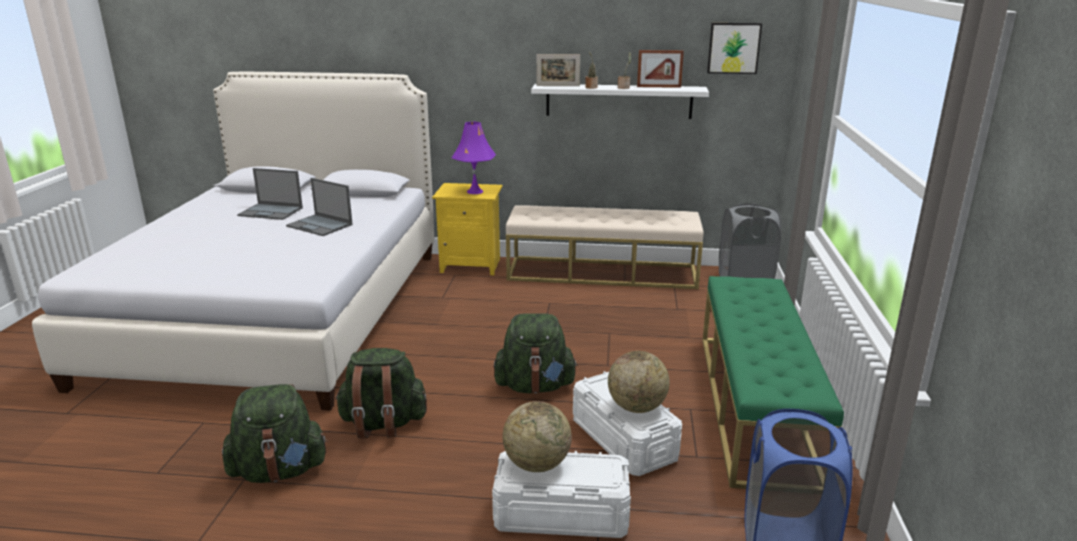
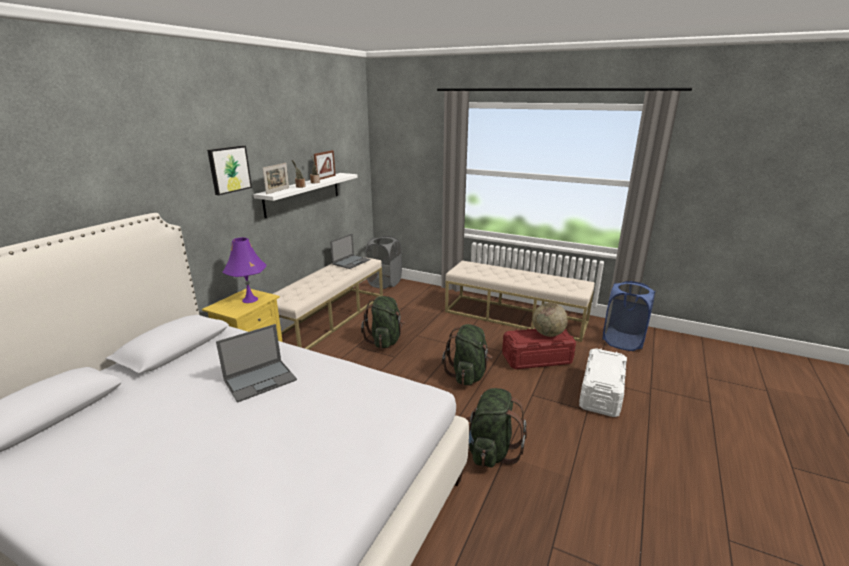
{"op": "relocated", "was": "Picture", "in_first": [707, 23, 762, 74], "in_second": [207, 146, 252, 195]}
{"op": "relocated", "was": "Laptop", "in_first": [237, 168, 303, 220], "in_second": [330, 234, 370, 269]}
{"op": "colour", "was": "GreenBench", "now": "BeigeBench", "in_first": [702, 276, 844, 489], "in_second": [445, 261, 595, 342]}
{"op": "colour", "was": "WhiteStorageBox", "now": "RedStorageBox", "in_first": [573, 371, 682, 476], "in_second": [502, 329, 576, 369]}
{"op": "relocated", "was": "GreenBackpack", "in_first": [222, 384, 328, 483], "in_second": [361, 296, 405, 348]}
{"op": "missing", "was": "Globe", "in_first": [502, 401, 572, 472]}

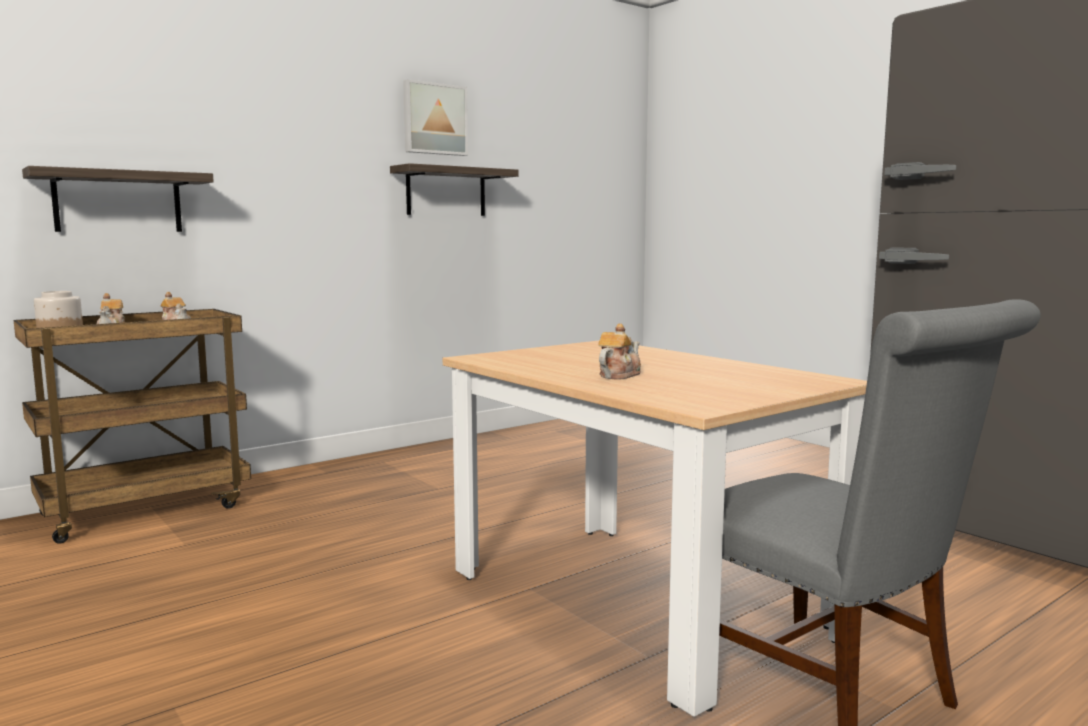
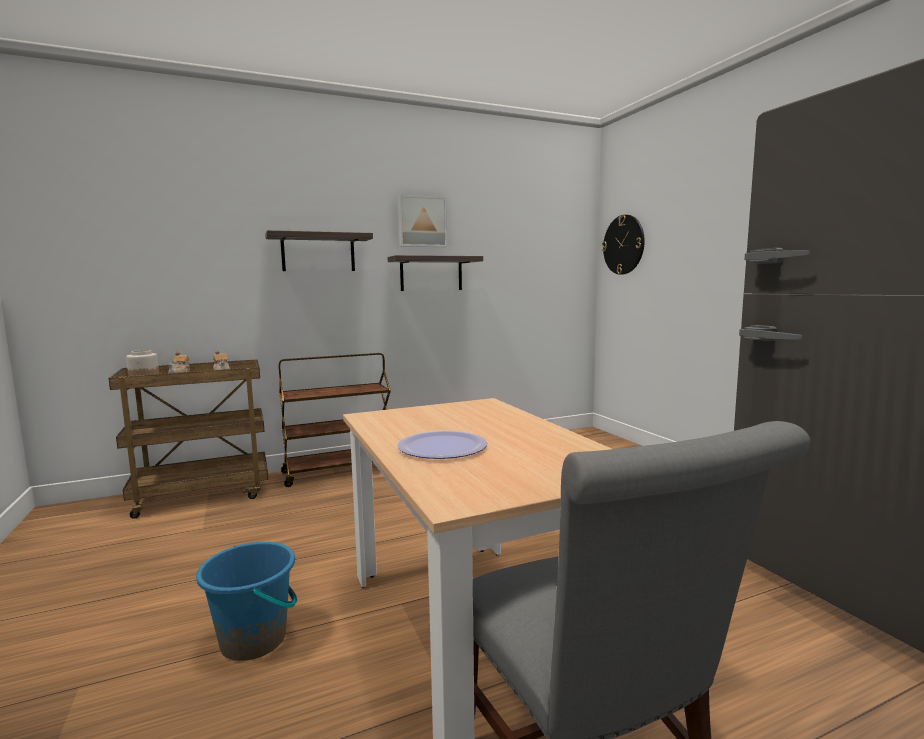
{"op": "relocated", "was": "Shelf", "in_first": [22, 166, 214, 232], "in_second": [265, 230, 373, 271]}
{"op": "exchanged", "was": "Teapot", "now": "Plate", "in_first": [598, 324, 641, 380], "in_second": [397, 431, 487, 459]}
{"op": "appeared", "now": "WallClock", "in_second": [602, 215, 645, 275]}
{"op": "appeared", "now": "BrownCart", "in_second": [279, 353, 391, 487]}
{"op": "appeared", "now": "BlueBucket", "in_second": [196, 542, 297, 661]}

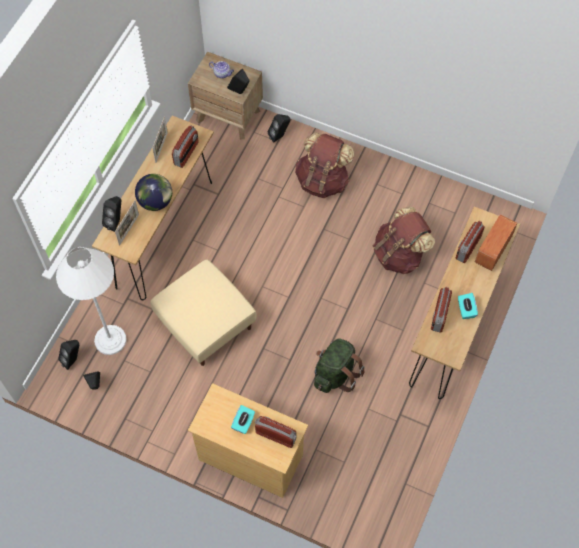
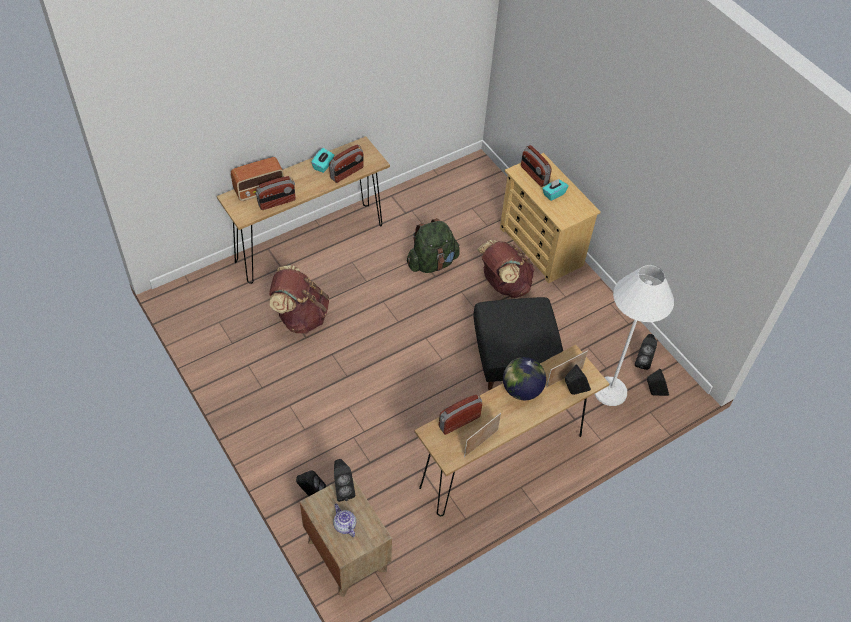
{"op": "relocated", "was": "BrownBackpack", "in_first": [295, 132, 354, 198], "in_second": [477, 240, 535, 298]}
{"op": "colour", "was": "BeigeOttoman", "now": "BlackOttoman", "in_first": [150, 259, 256, 366], "in_second": [473, 297, 563, 390]}

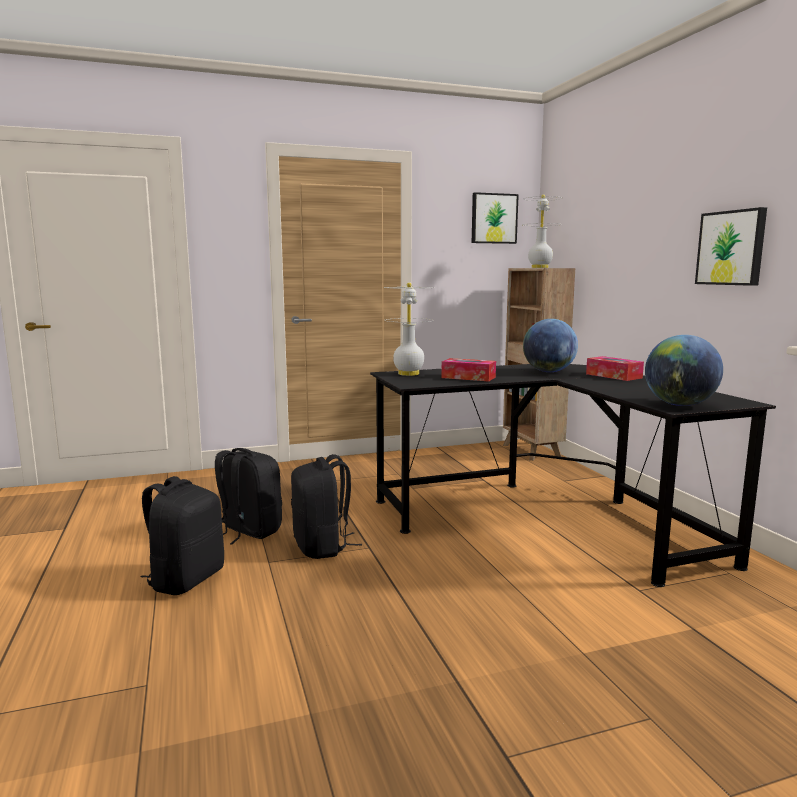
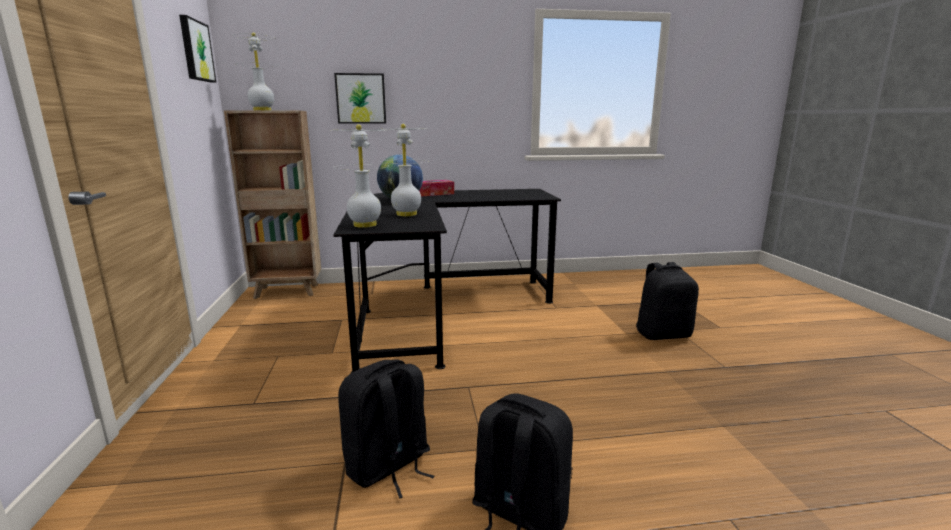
{"op": "relocated", "was": "Picture", "in_first": [695, 207, 767, 286], "in_second": [334, 73, 386, 123]}
{"op": "missing", "was": "Globe", "in_first": [645, 335, 723, 406]}
{"op": "exchanged", "was": "TissueBox", "now": "WhiteTableLamp", "in_first": [441, 358, 496, 381], "in_second": [380, 124, 427, 216]}
{"op": "relocated", "was": "BlackBackpack", "in_first": [291, 454, 362, 559], "in_second": [636, 262, 699, 340]}

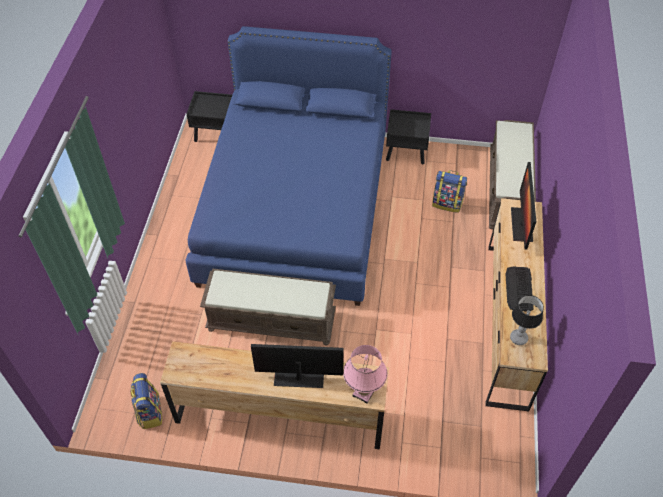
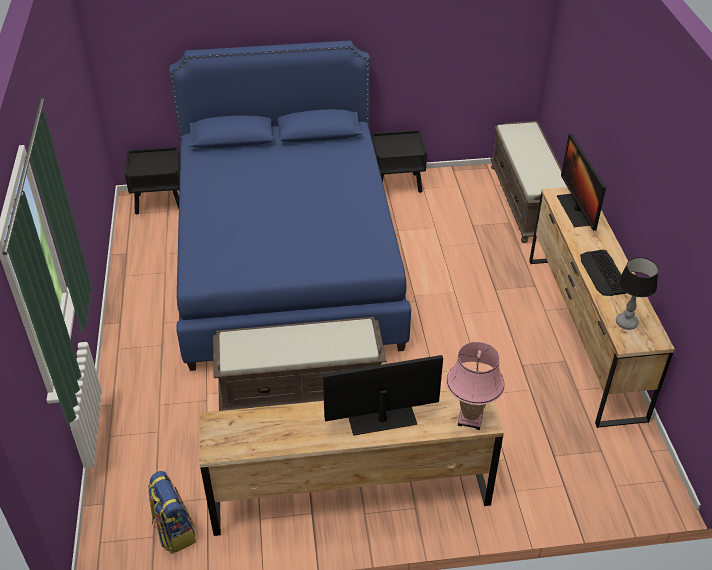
{"op": "missing", "was": "Backpack", "in_first": [432, 170, 467, 213]}

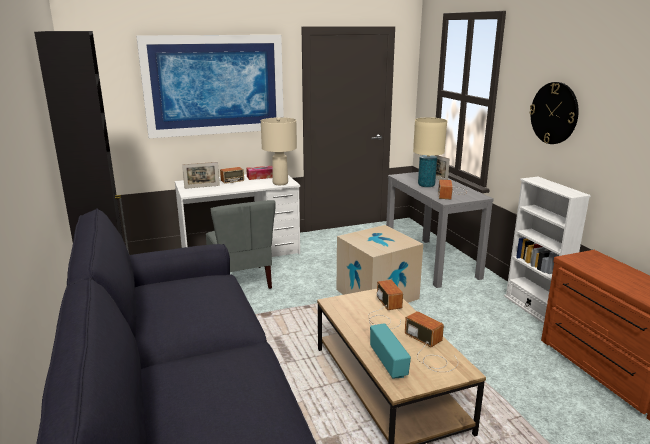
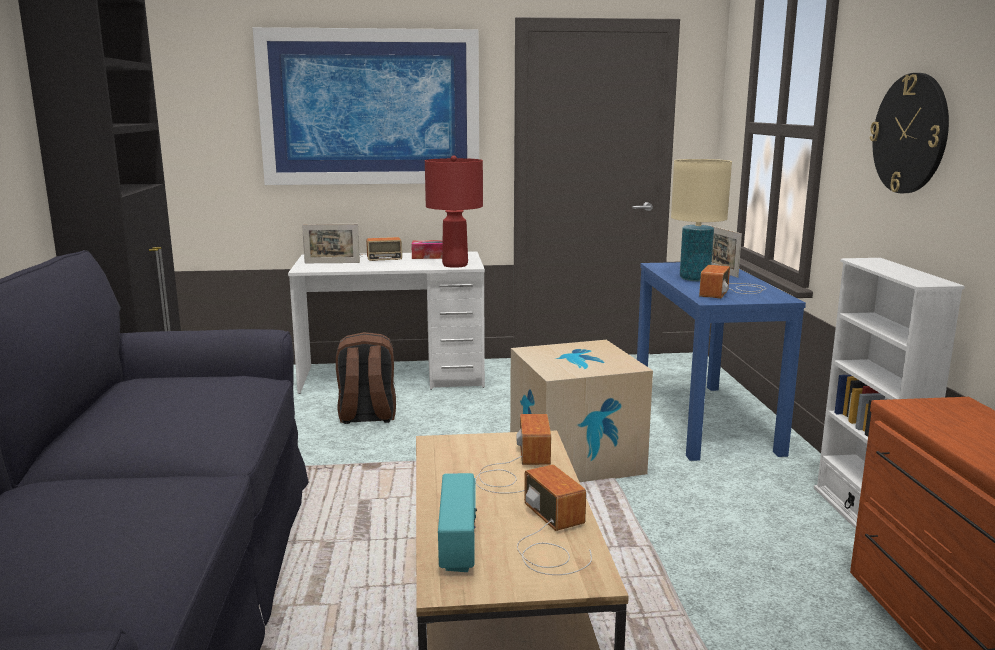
{"op": "colour", "was": "BeigeTableLamp", "now": "RedTableLamp", "in_first": [261, 117, 297, 185], "in_second": [425, 156, 483, 268]}
{"op": "colour", "was": "GreyConsoleTable", "now": "BlueConsoleTable", "in_first": [386, 172, 494, 288], "in_second": [637, 262, 806, 461]}
{"op": "exchanged", "was": "GreyChair", "now": "BrownBackpack", "in_first": [206, 200, 276, 289], "in_second": [336, 332, 396, 424]}

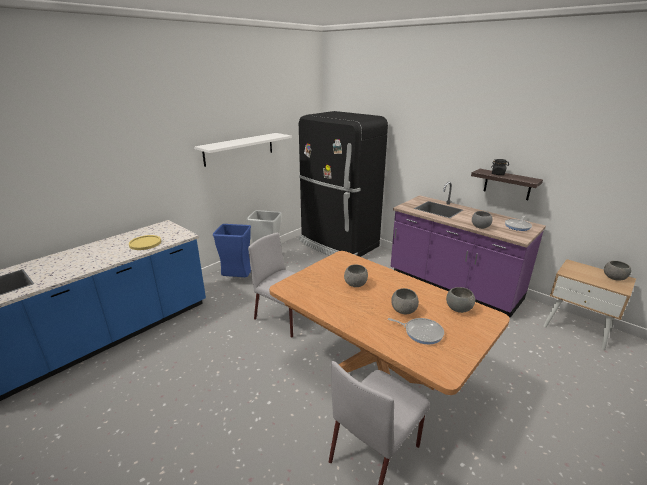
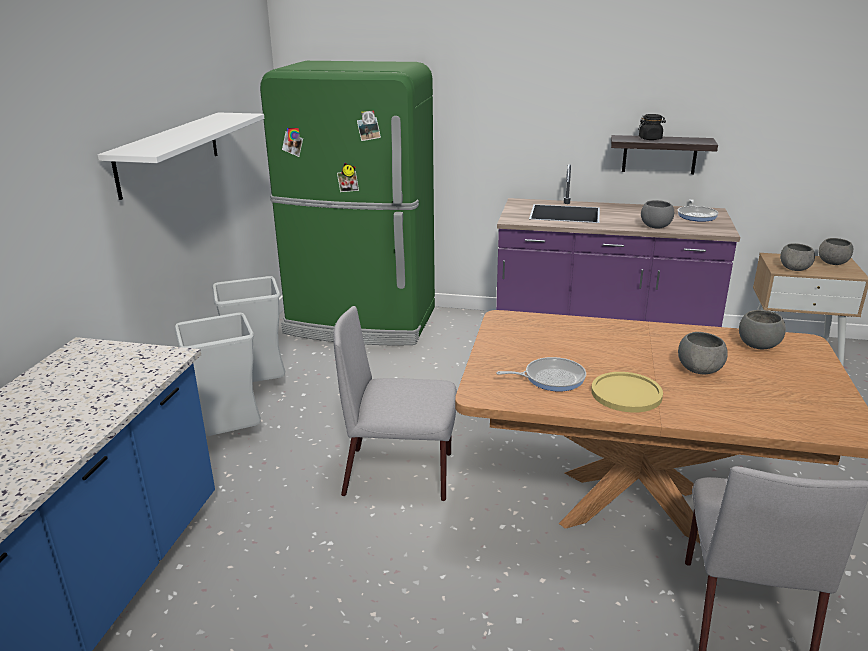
{"op": "colour", "was": "BlackFridge", "now": "GreenFridge", "in_first": [299, 111, 388, 257], "in_second": [260, 61, 435, 346]}
{"op": "colour", "was": "BlueTrashCan", "now": "GreyTrashCan", "in_first": [213, 224, 251, 277], "in_second": [174, 313, 261, 437]}
{"op": "relocated", "was": "YellowPlate", "in_first": [129, 235, 161, 250], "in_second": [591, 372, 663, 412]}
{"op": "relocated", "was": "GreyBowl", "in_first": [344, 265, 368, 287], "in_second": [780, 243, 815, 271]}
{"op": "relocated", "was": "FryingPan", "in_first": [388, 318, 444, 344], "in_second": [496, 357, 586, 392]}

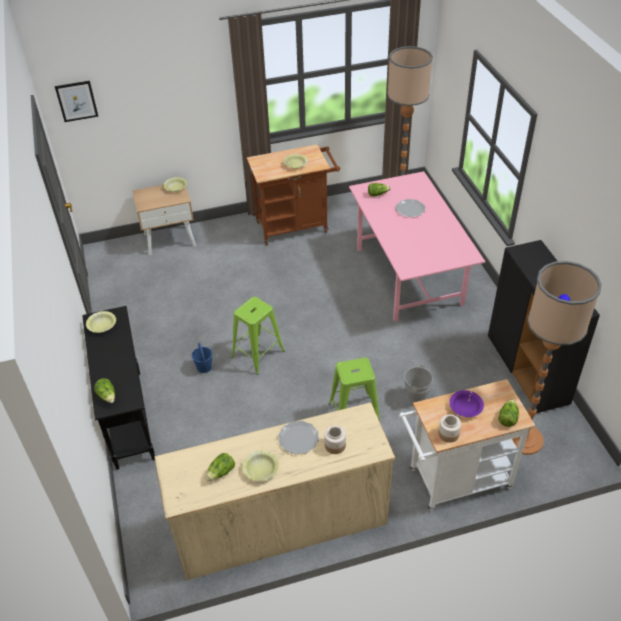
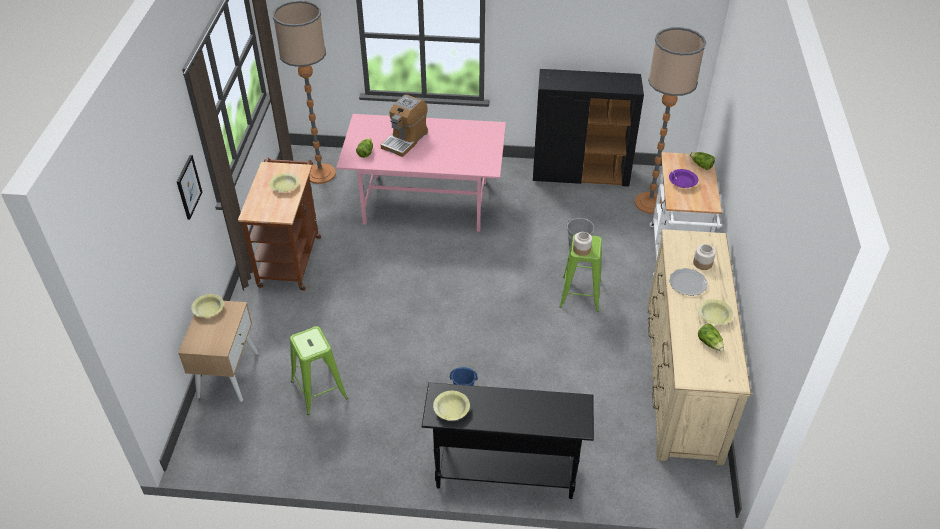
{"op": "relocated", "was": "Picture", "in_first": [55, 81, 99, 122], "in_second": [177, 155, 202, 220]}
{"op": "exchanged", "was": "Plate", "now": "CoffeeMachine", "in_first": [396, 199, 425, 217], "in_second": [381, 94, 428, 157]}
{"op": "relocated", "was": "GreenStool", "in_first": [231, 297, 285, 375], "in_second": [290, 326, 348, 415]}
{"op": "missing", "was": "Lettuce", "in_first": [94, 378, 115, 403]}
{"op": "relocated", "was": "Jar", "in_first": [438, 414, 461, 443], "in_second": [573, 232, 592, 256]}

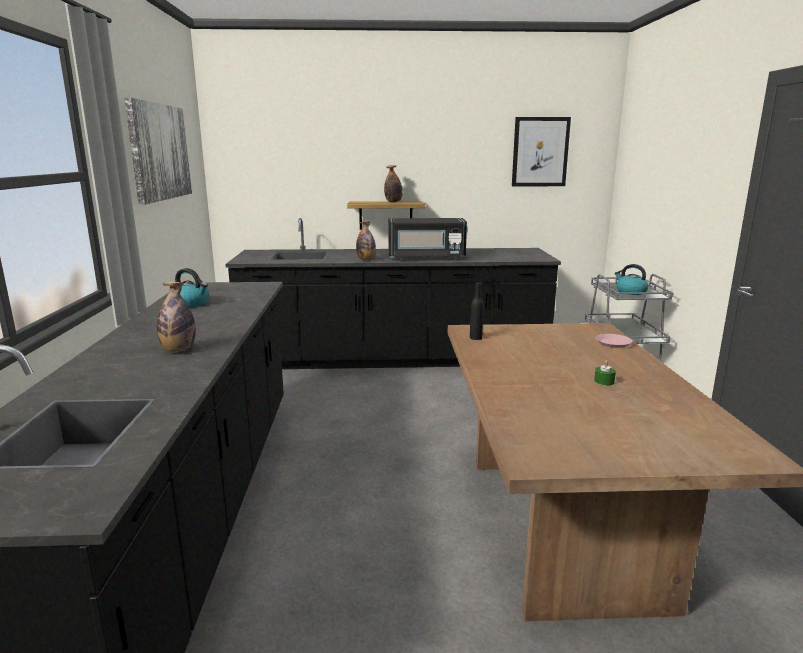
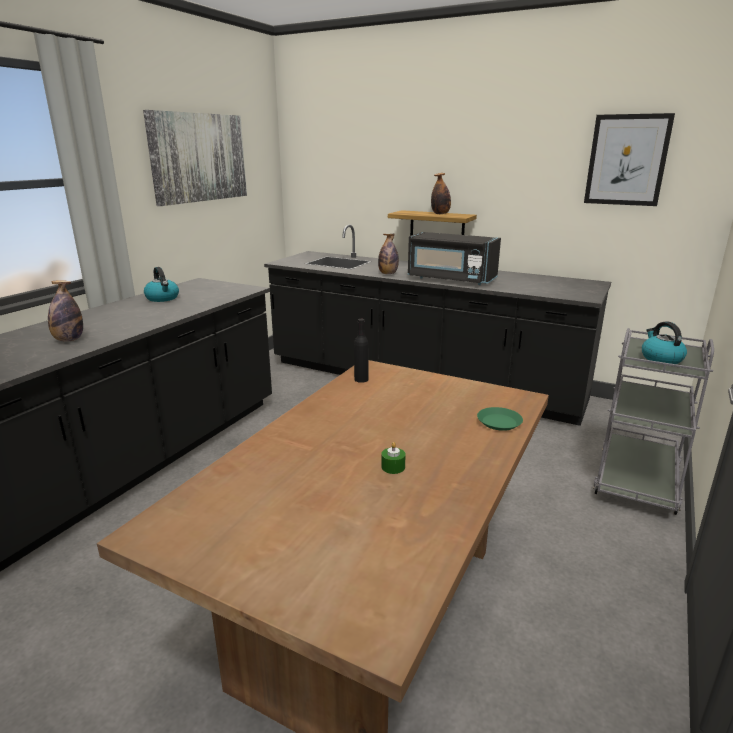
{"op": "colour", "was": "PinkPlate", "now": "GreenPlate", "in_first": [596, 334, 633, 348], "in_second": [477, 407, 523, 431]}

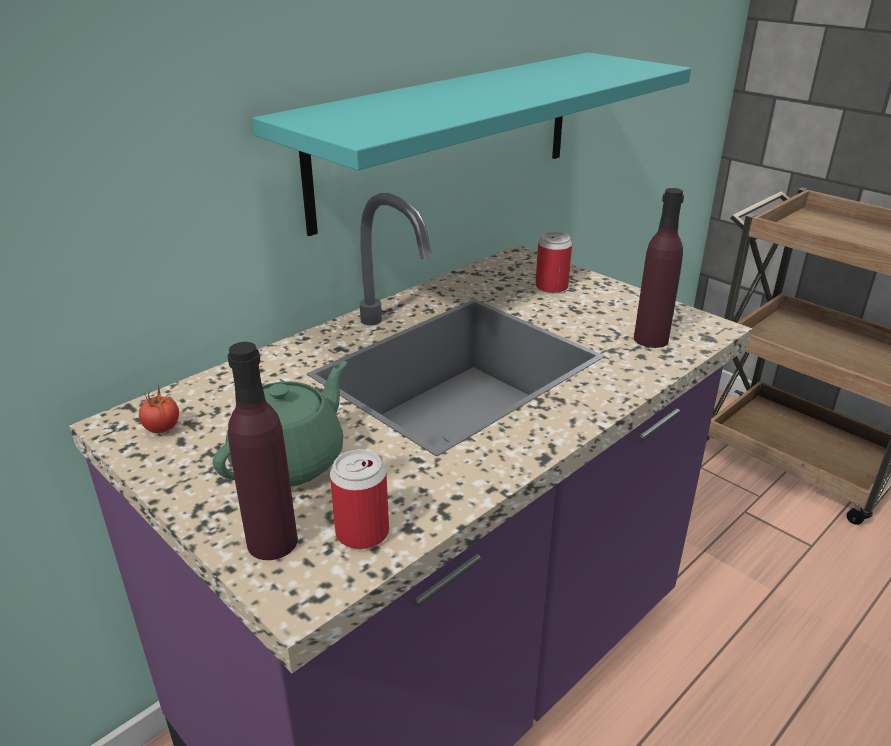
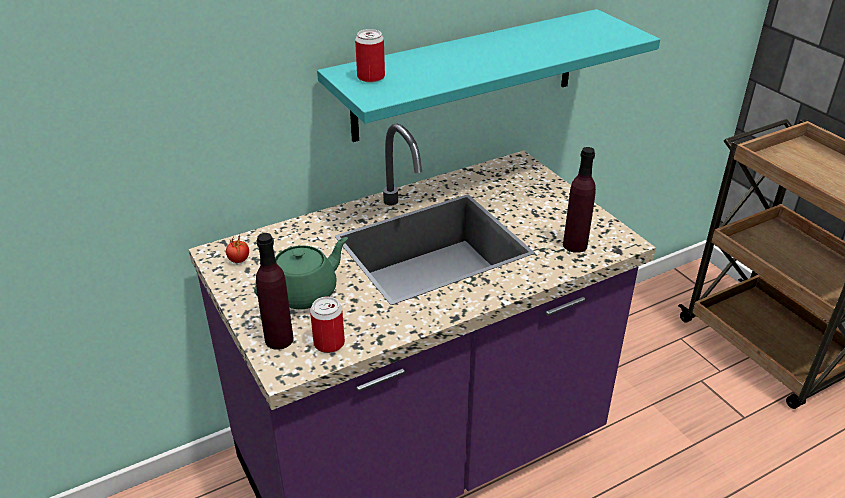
{"op": "relocated", "was": "Can", "in_first": [535, 232, 572, 293], "in_second": [355, 29, 385, 83]}

